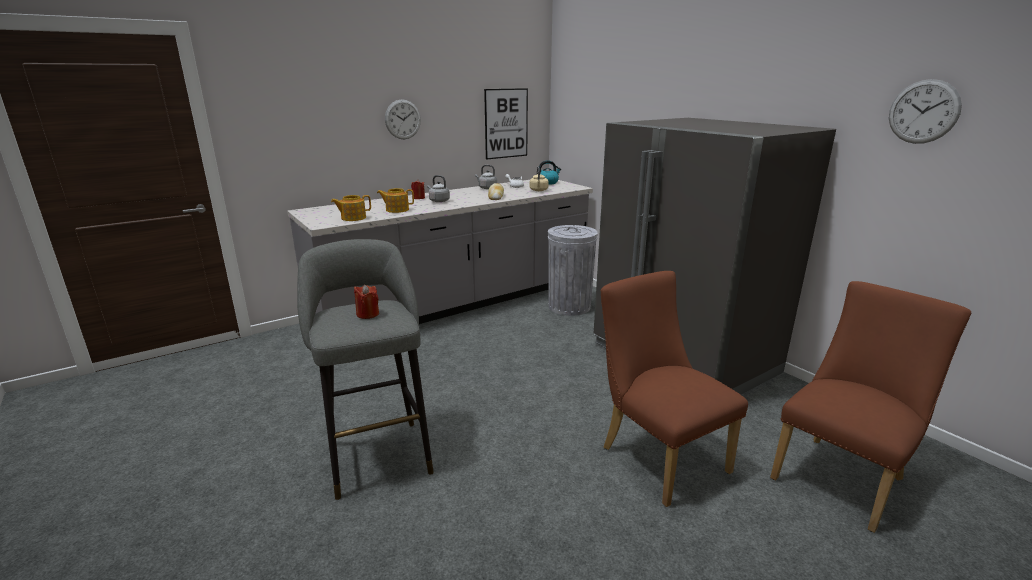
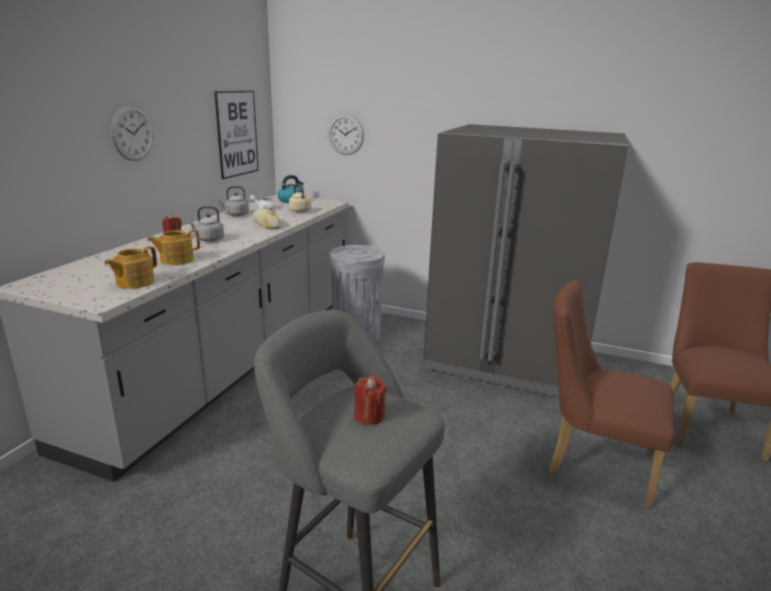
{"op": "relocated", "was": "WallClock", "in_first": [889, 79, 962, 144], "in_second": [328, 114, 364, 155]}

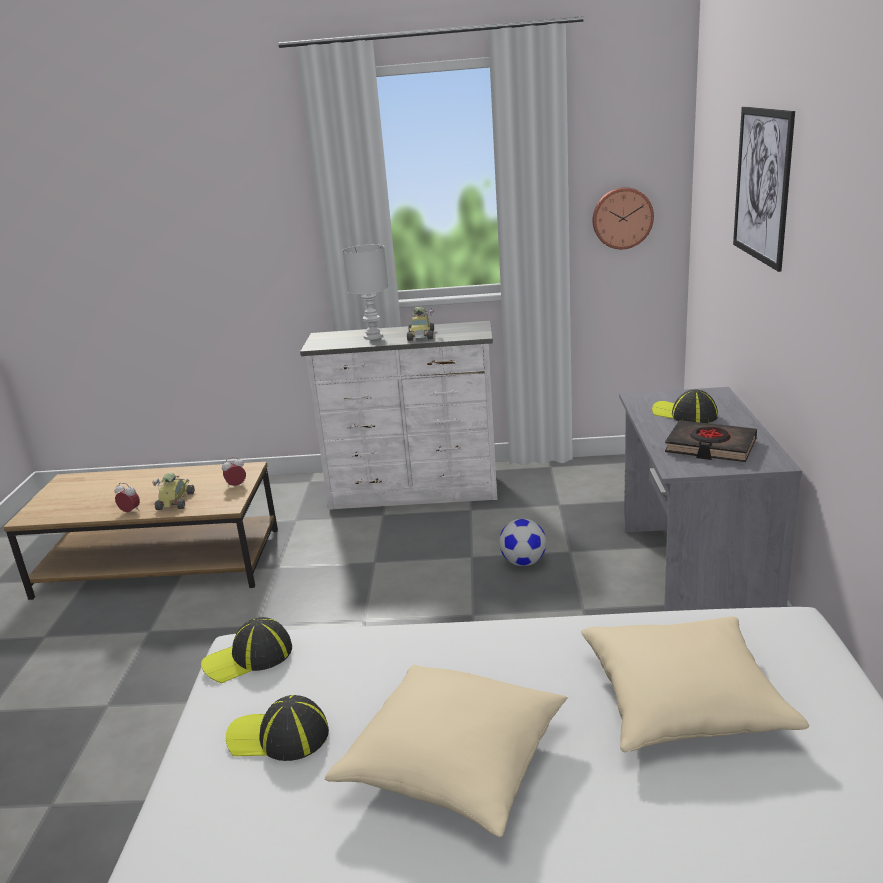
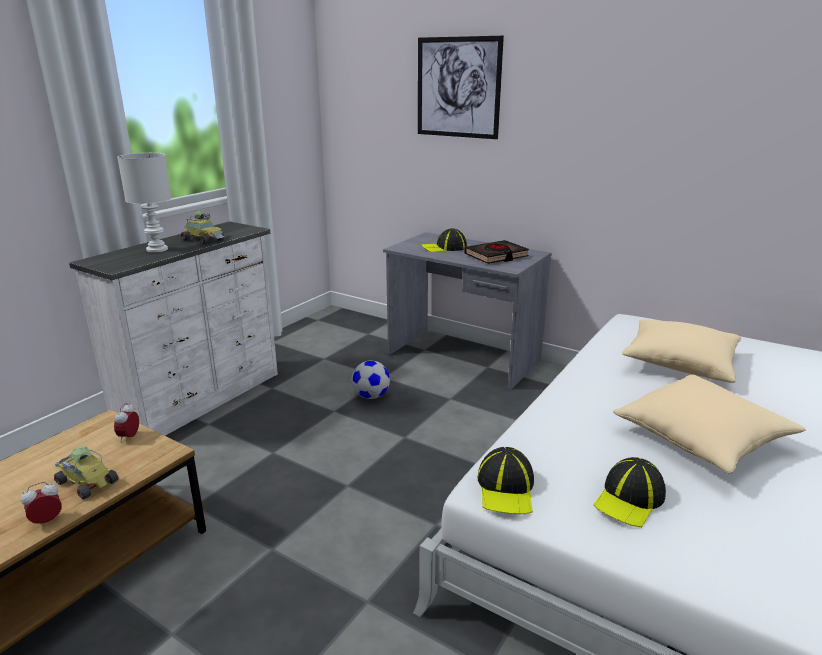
{"op": "missing", "was": "WallClock", "in_first": [592, 187, 654, 249]}

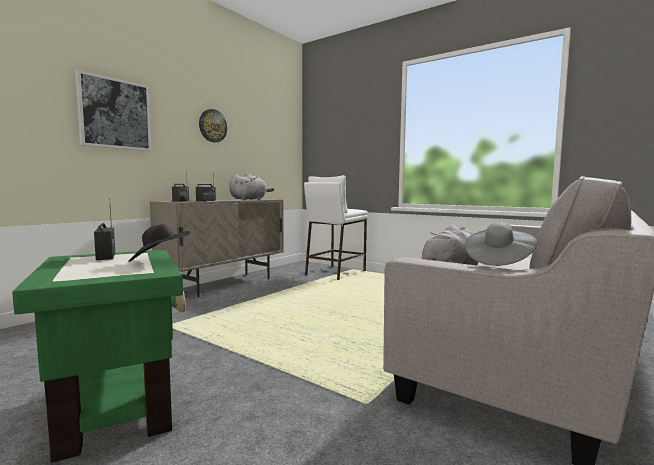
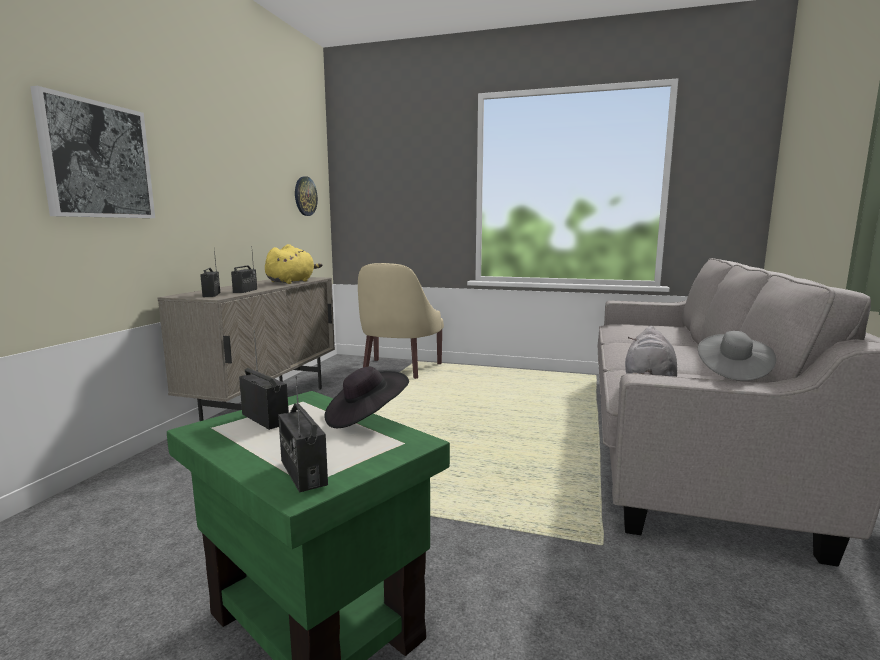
{"op": "relocated", "was": "WallClock", "in_first": [199, 109, 227, 143], "in_second": [295, 176, 318, 216]}
{"op": "colour", "was": "GreyPlushToy", "now": "YellowPlushToy", "in_first": [229, 173, 274, 200], "in_second": [265, 244, 322, 284]}
{"op": "exchanged", "was": "WhiteStool", "now": "BeigeArmchair", "in_first": [304, 175, 368, 280], "in_second": [358, 263, 444, 379]}
{"op": "appeared", "now": "Radio", "in_second": [278, 376, 328, 493]}

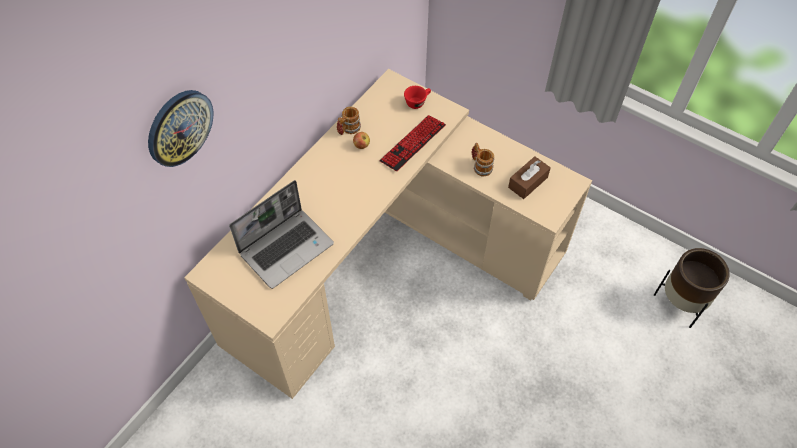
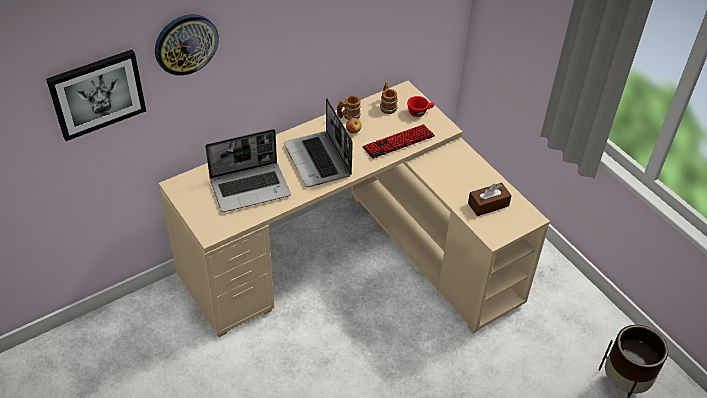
{"op": "relocated", "was": "Mug", "in_first": [471, 143, 494, 177], "in_second": [380, 82, 398, 114]}
{"op": "appeared", "now": "Picture", "in_second": [46, 50, 146, 141]}
{"op": "appeared", "now": "Laptop", "in_second": [284, 98, 353, 187]}

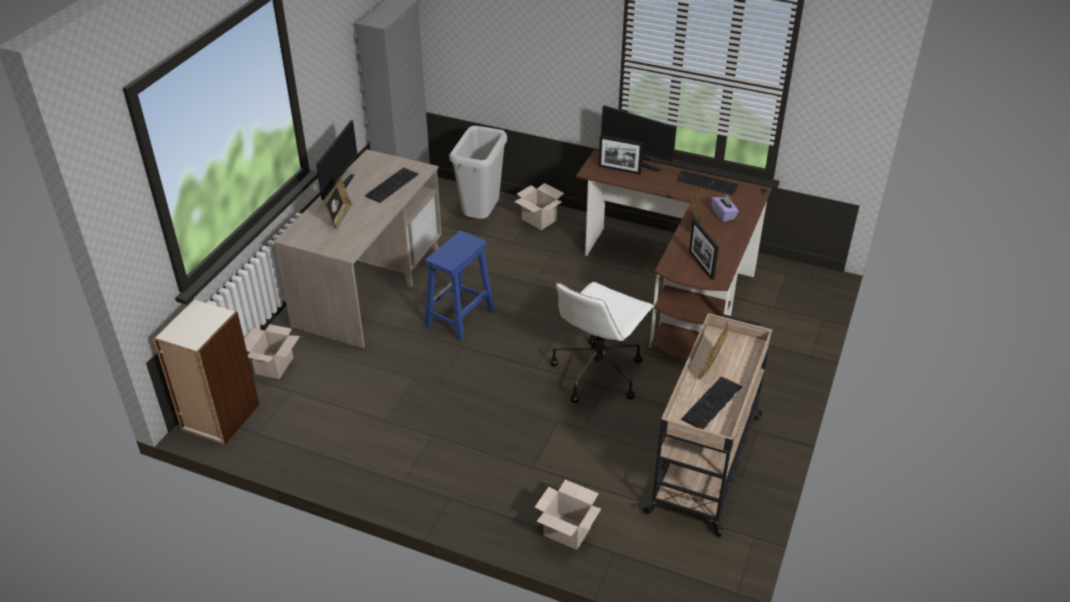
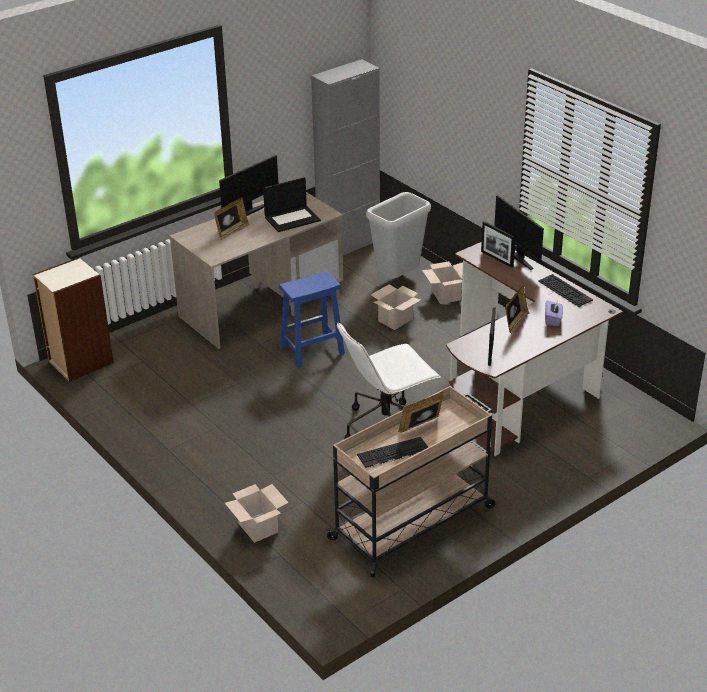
{"op": "exchanged", "was": "Keyboard", "now": "Laptop", "in_first": [365, 167, 419, 203], "in_second": [263, 177, 321, 232]}
{"op": "relocated", "was": "CardboardBox", "in_first": [244, 324, 300, 379], "in_second": [371, 284, 421, 330]}

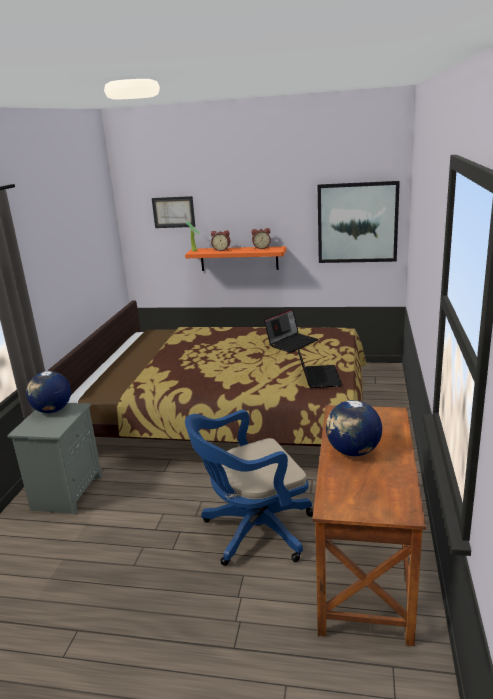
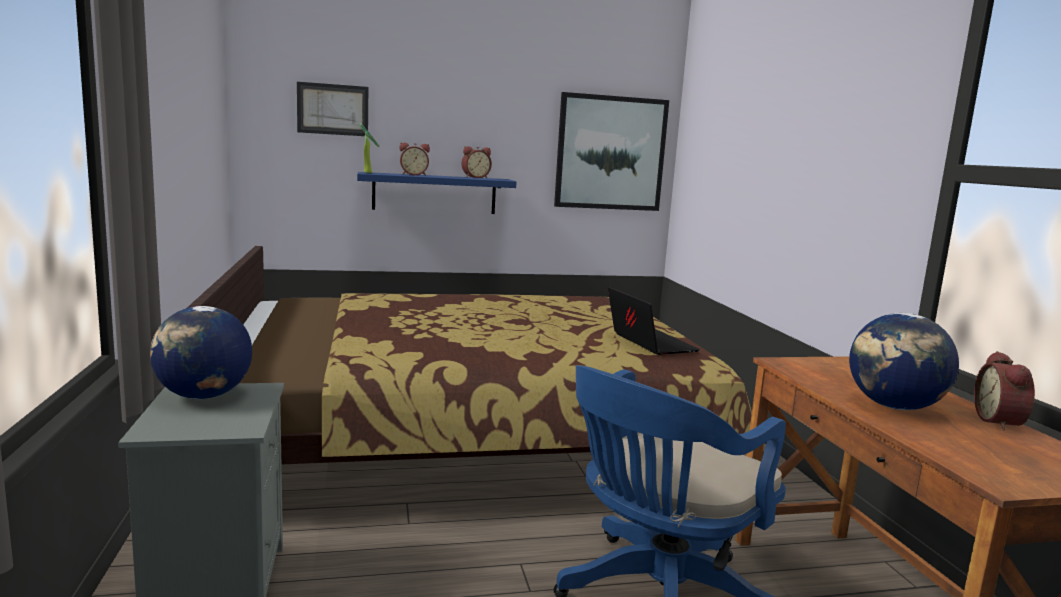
{"op": "colour", "was": "OrangeShelf", "now": "BlueShelf", "in_first": [185, 246, 286, 271], "in_second": [357, 172, 517, 214]}
{"op": "missing", "was": "Laptop", "in_first": [264, 309, 318, 353]}
{"op": "appeared", "now": "AlarmClock", "in_second": [974, 351, 1035, 431]}

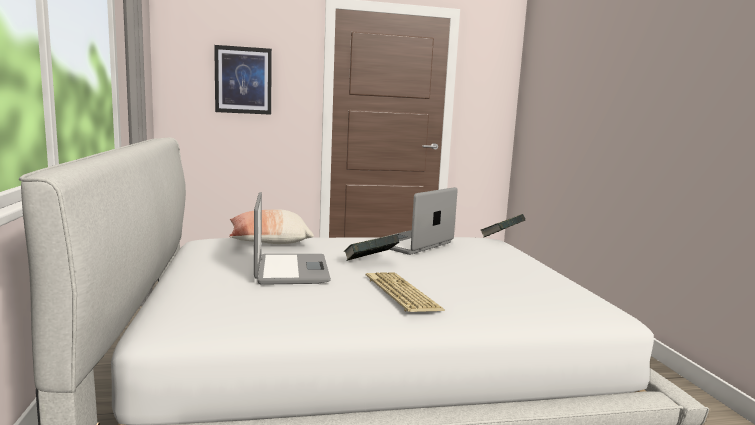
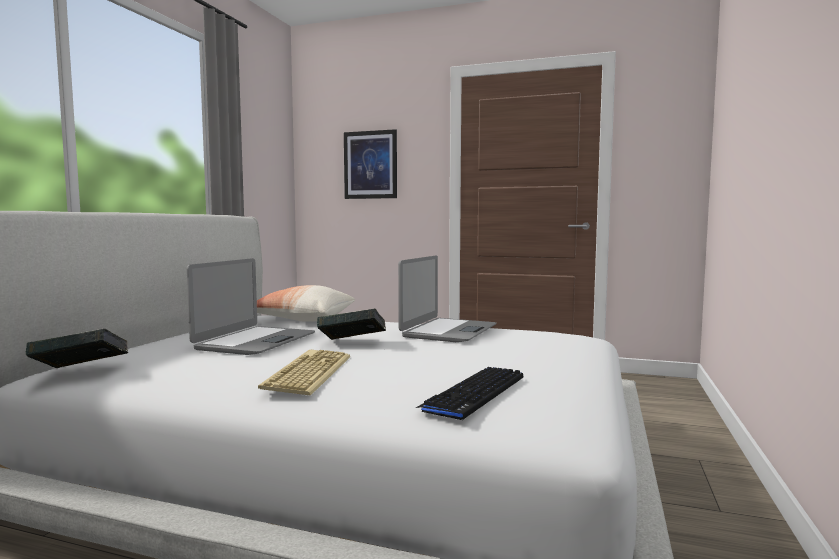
{"op": "spun", "was": "Laptop", "in_first": [372, 187, 458, 255], "in_second": [398, 255, 496, 342], "clockwise": 135}
{"op": "relocated", "was": "Book", "in_first": [481, 214, 525, 238], "in_second": [26, 329, 128, 368]}
{"op": "appeared", "now": "Keyboard", "in_second": [416, 367, 524, 420]}

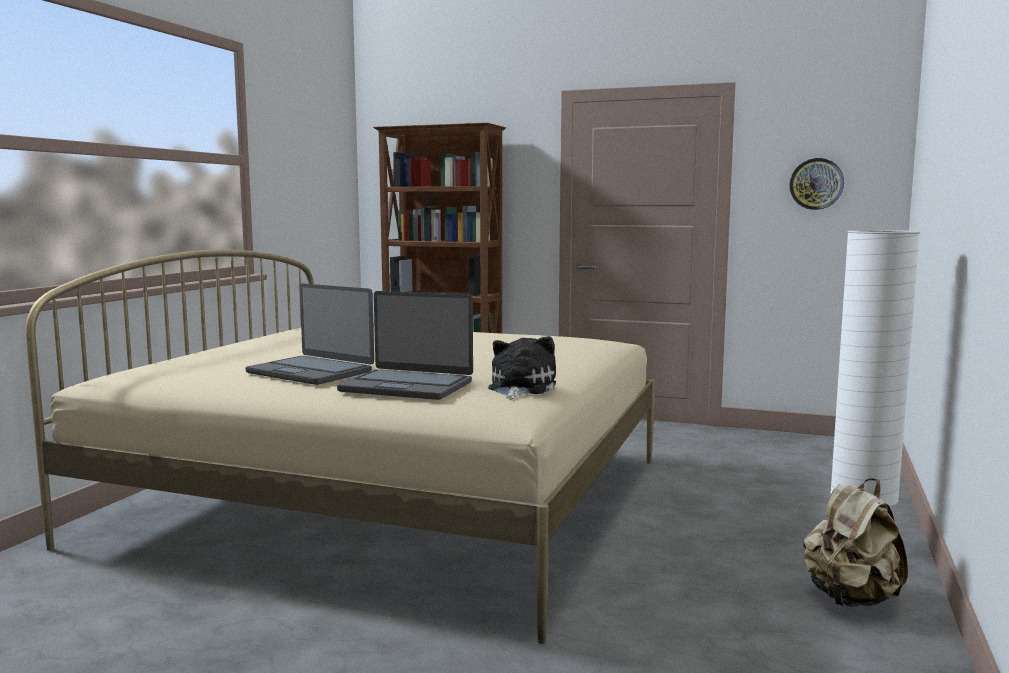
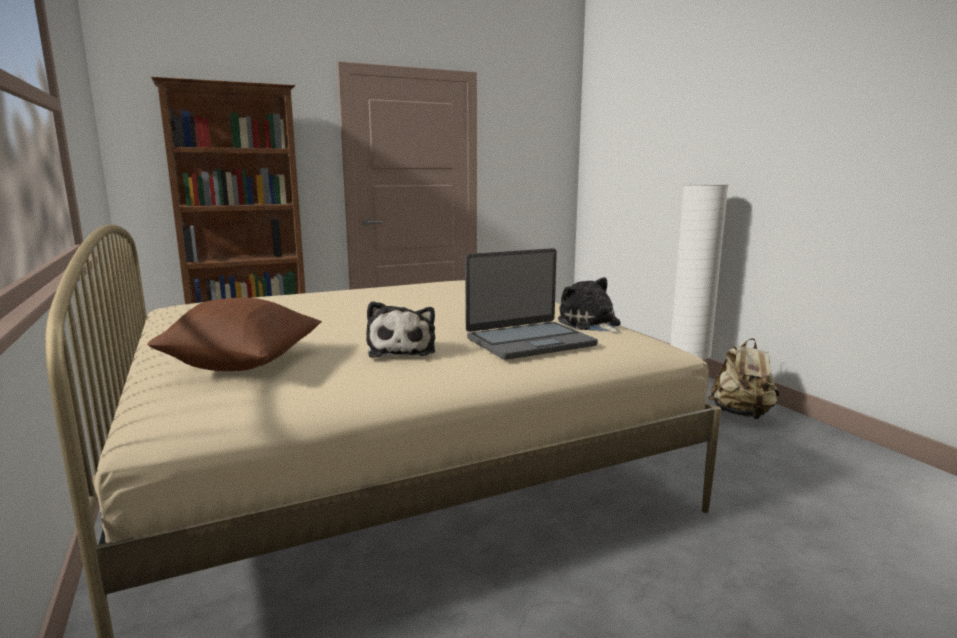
{"op": "missing", "was": "WallClock", "in_first": [789, 158, 844, 210]}
{"op": "exchanged", "was": "Laptop", "now": "PlushToy", "in_first": [245, 283, 374, 385], "in_second": [366, 301, 435, 358]}
{"op": "appeared", "now": "BrownPillow", "in_second": [147, 298, 322, 371]}

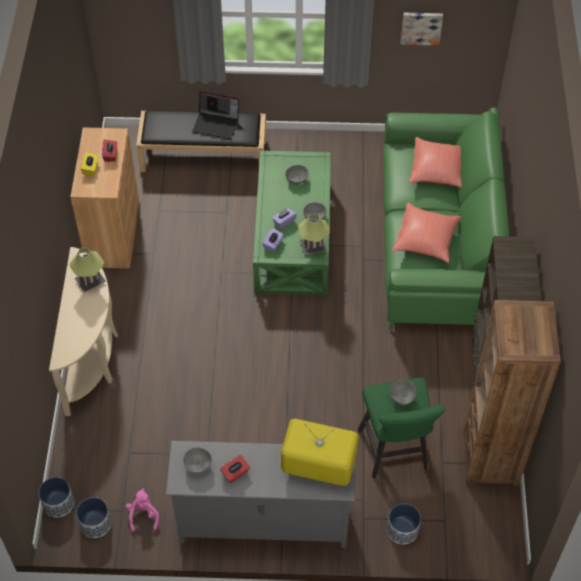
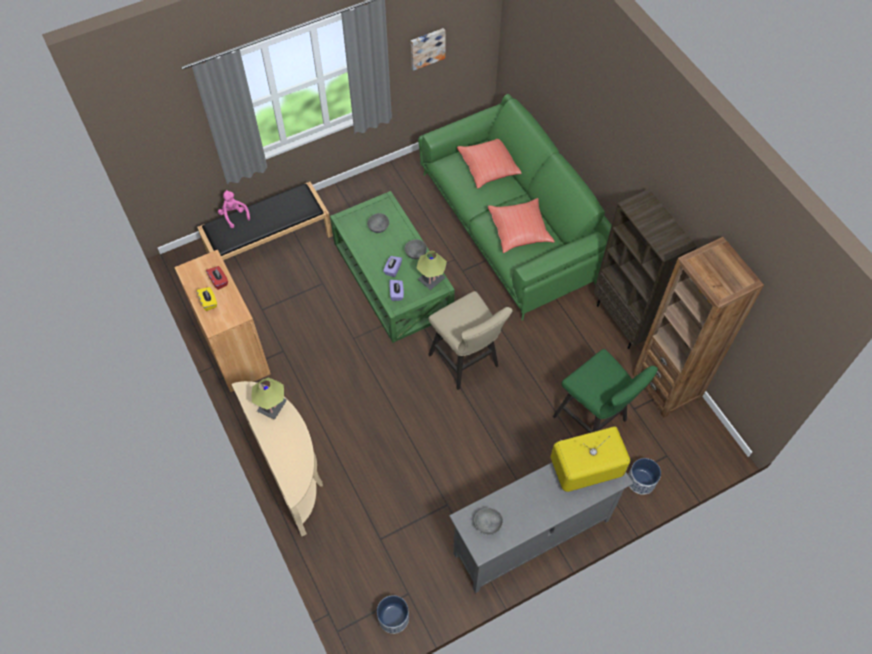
{"op": "missing", "was": "Laptop", "in_first": [192, 92, 239, 139]}
{"op": "missing", "was": "GreyBowl", "in_first": [390, 380, 416, 405]}
{"op": "missing", "was": "RedTissueBox", "in_first": [220, 455, 250, 483]}
{"op": "missing", "was": "Planter", "in_first": [38, 477, 74, 518]}
{"op": "relocated", "was": "PinkPlushToy", "in_first": [125, 488, 159, 532], "in_second": [218, 190, 250, 228]}
{"op": "appeared", "now": "BeigeStool", "in_second": [428, 291, 513, 390]}

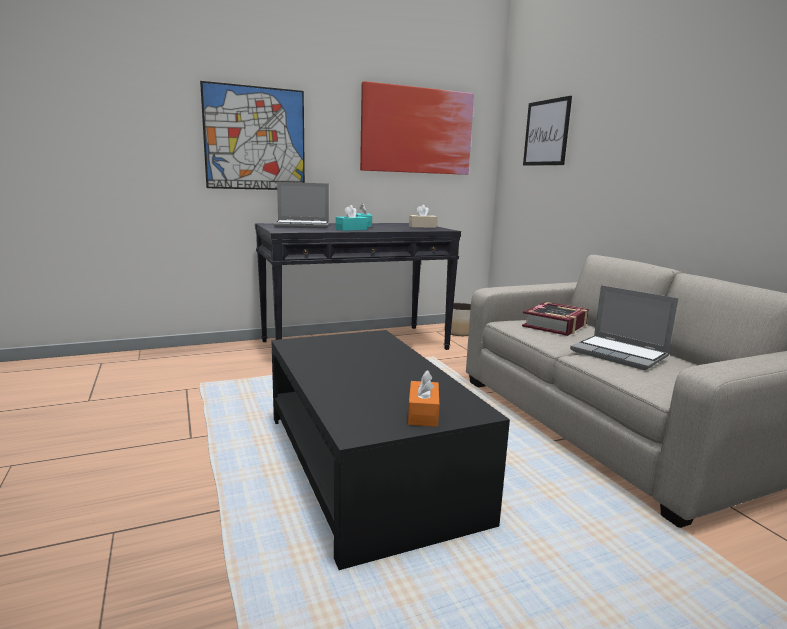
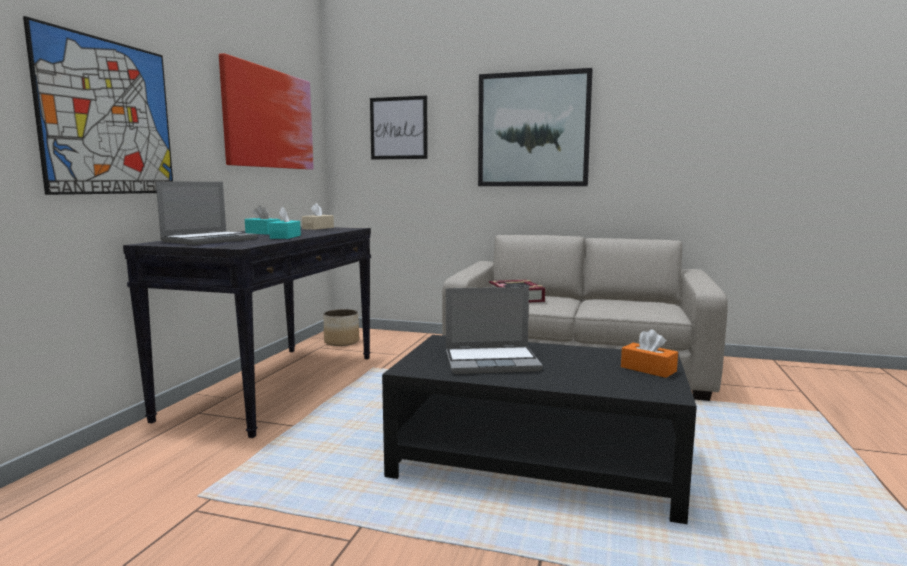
{"op": "relocated", "was": "Laptop", "in_first": [570, 285, 678, 370], "in_second": [446, 287, 543, 374]}
{"op": "appeared", "now": "Picture", "in_second": [478, 68, 592, 186]}

